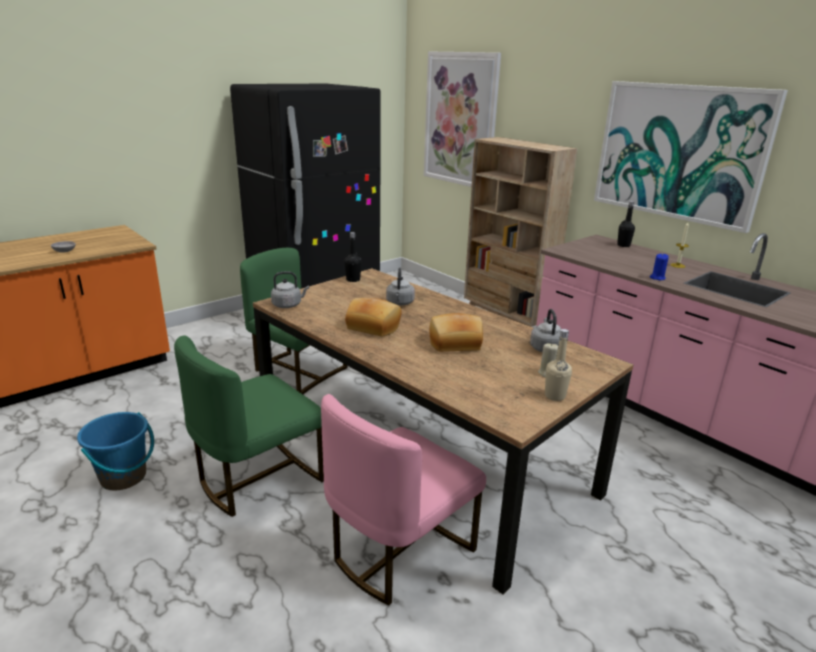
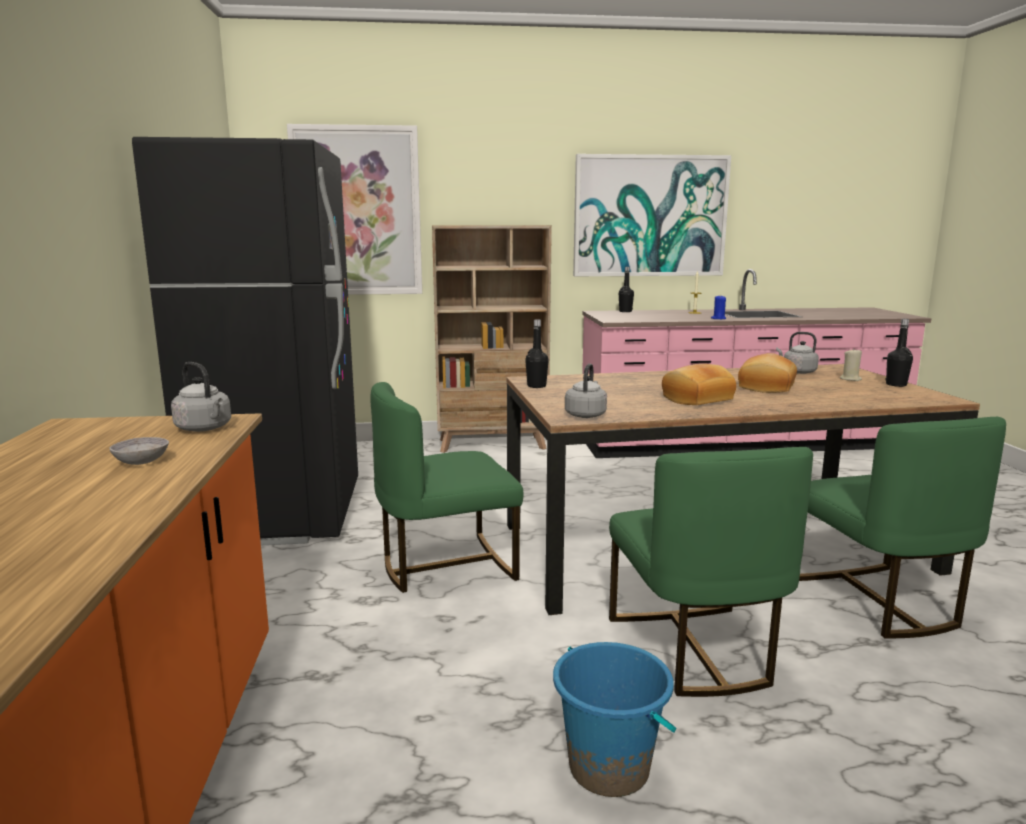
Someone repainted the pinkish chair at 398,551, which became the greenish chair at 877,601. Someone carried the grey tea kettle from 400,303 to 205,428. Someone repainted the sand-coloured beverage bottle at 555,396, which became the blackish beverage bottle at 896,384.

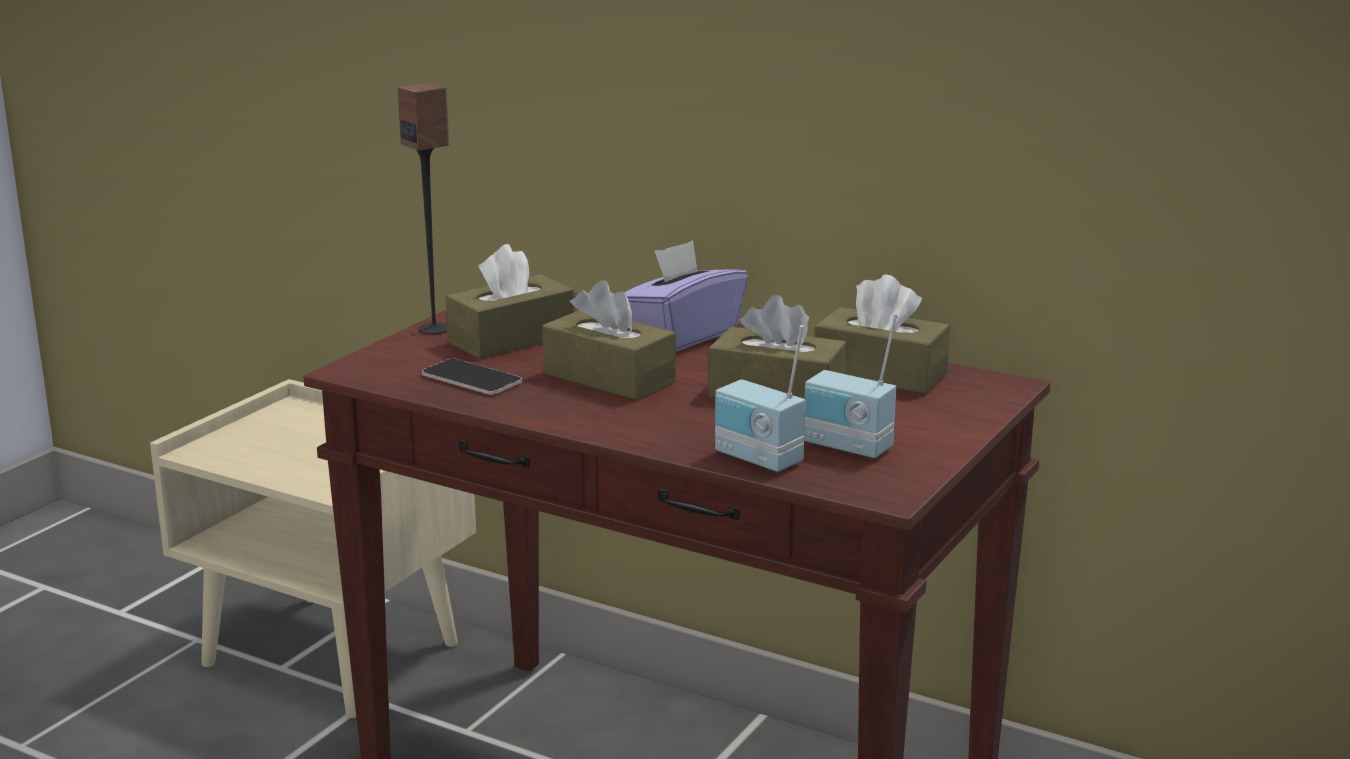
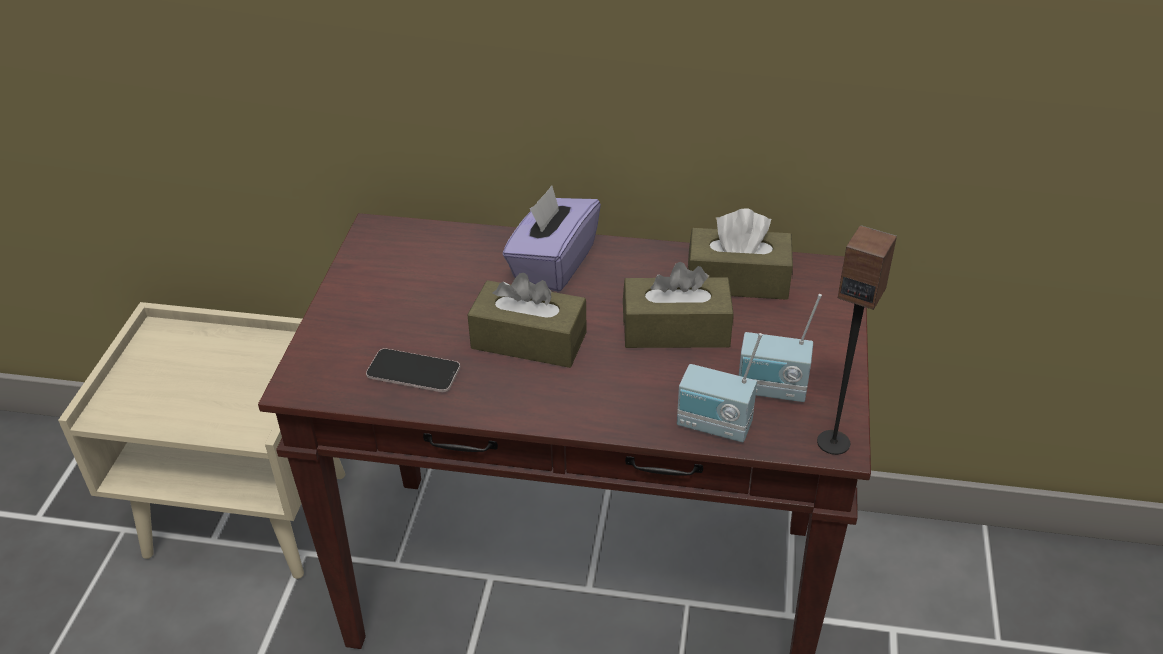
Someone carried the audio speaker from 435,329 to 834,442. Someone took away the brown tissue holder at 511,339.

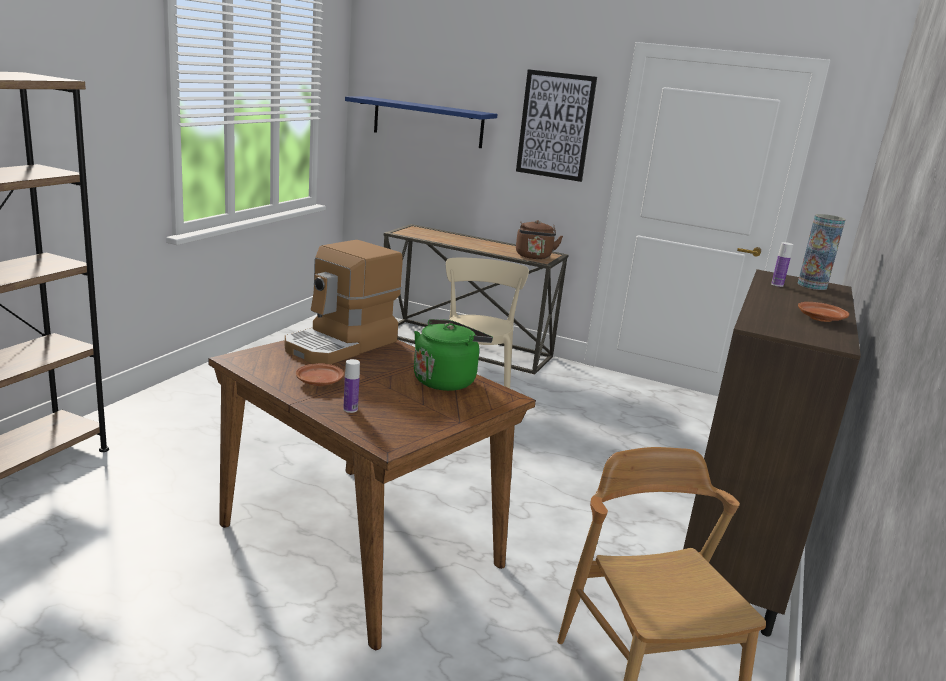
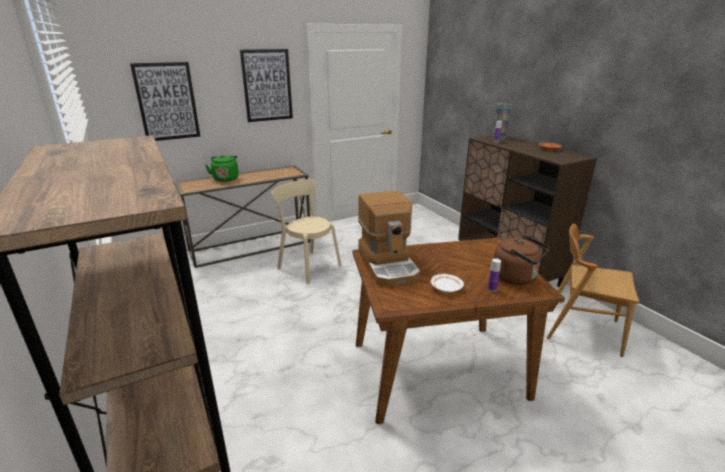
Someone repainted the brown dinner plate at 319,382, which became the whitish dinner plate at 445,288. Someone swapped the bluish wall shelf at 428,122 for the wall art at 167,102. Someone carried the greenish tea kettle from 446,380 to 226,178. Someone carried the brown tea kettle from 534,257 to 517,278.

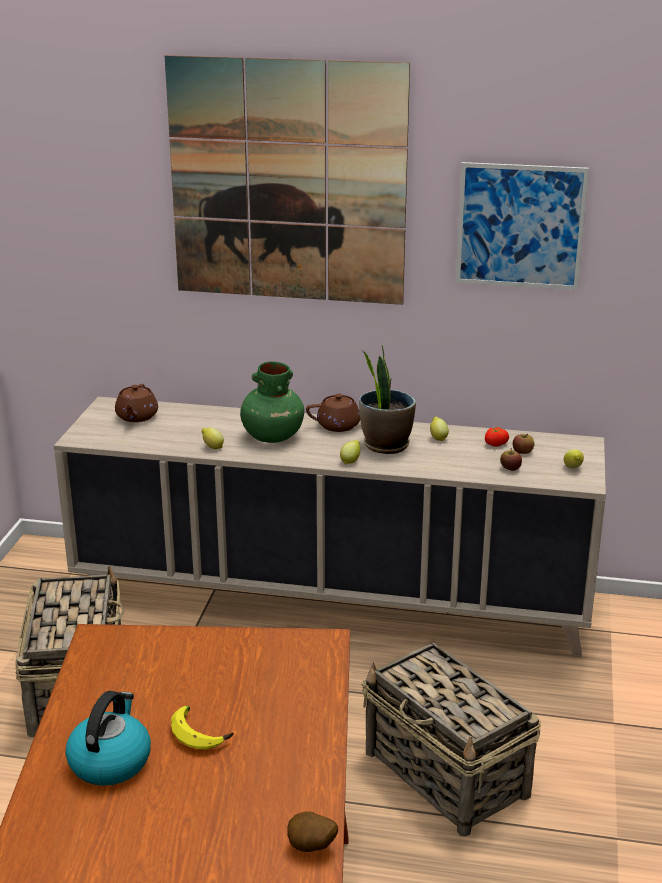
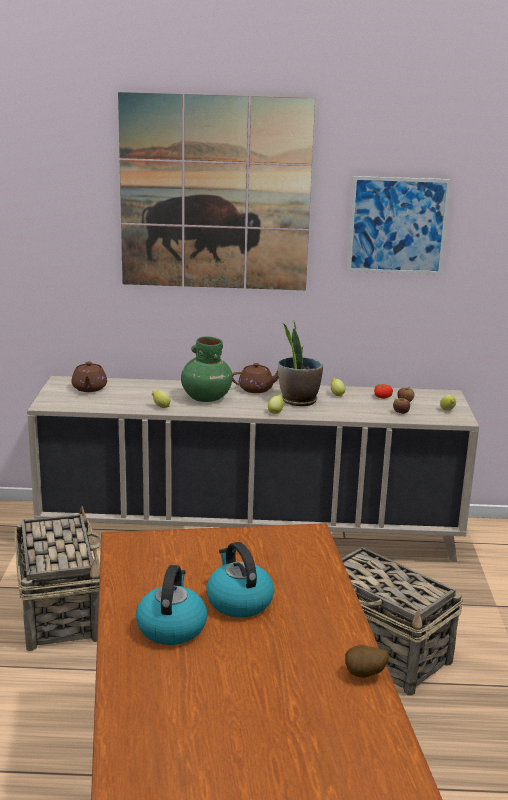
Someone swapped the banana fruit at 201,733 for the tea kettle at 238,601.

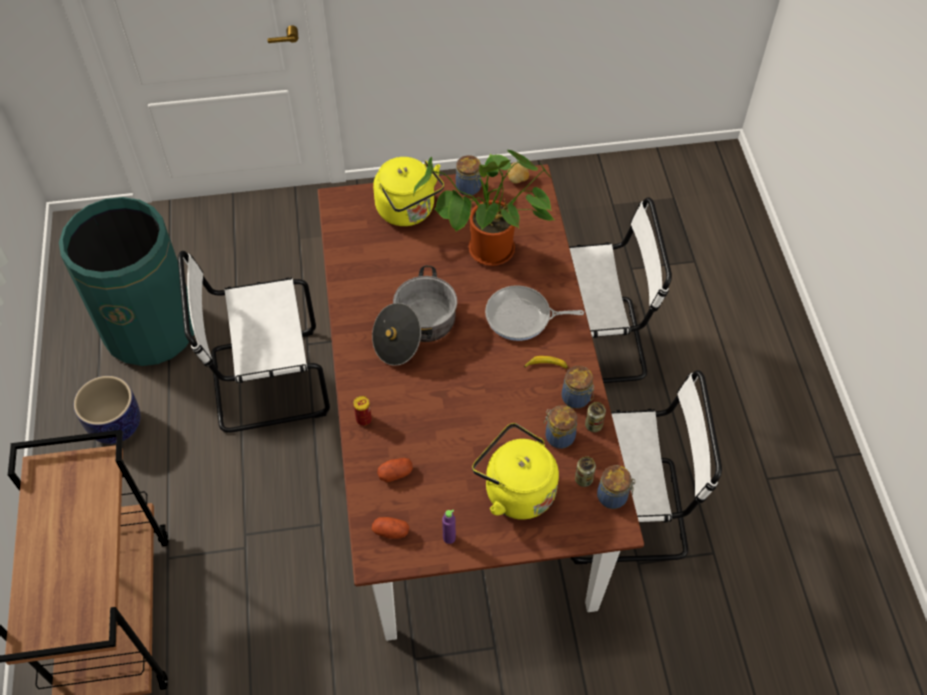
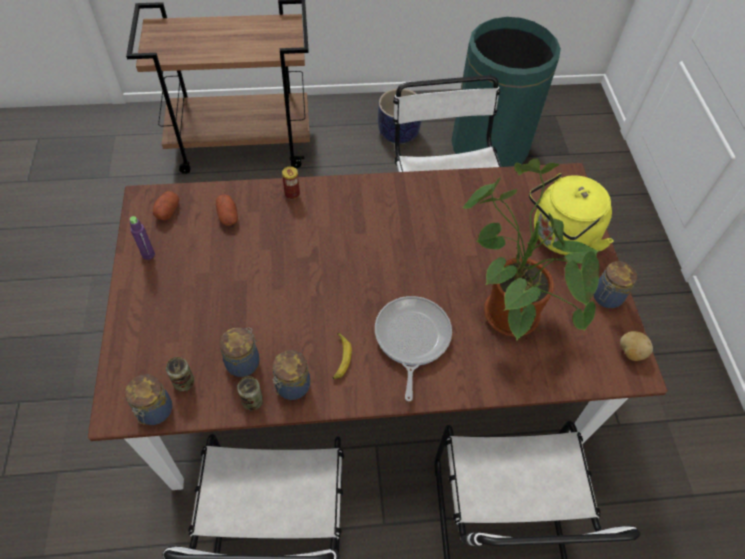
Someone took away the stockpot at 415,330. Someone took away the yellow-coloured tea kettle at 515,490.

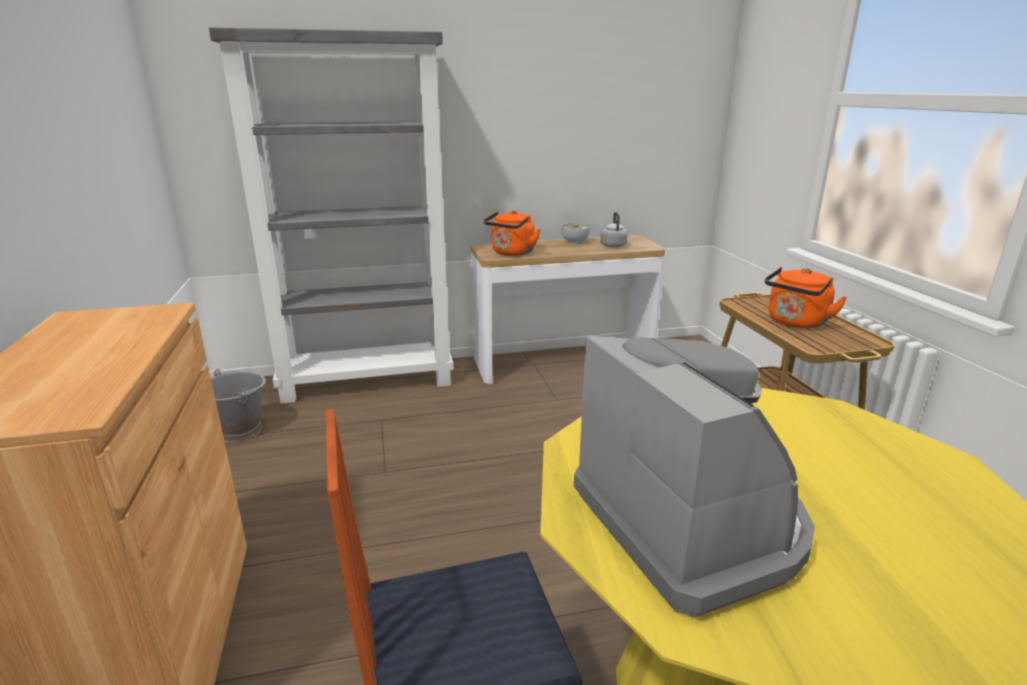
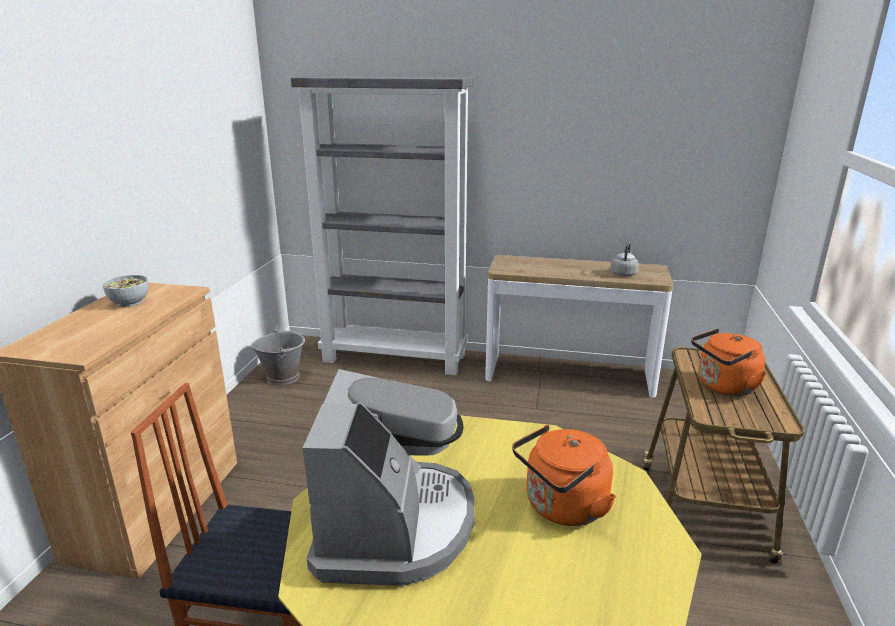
Someone carried the orangey tea kettle from 512,253 to 562,508. Someone carried the serving bowl from 575,241 to 130,302.

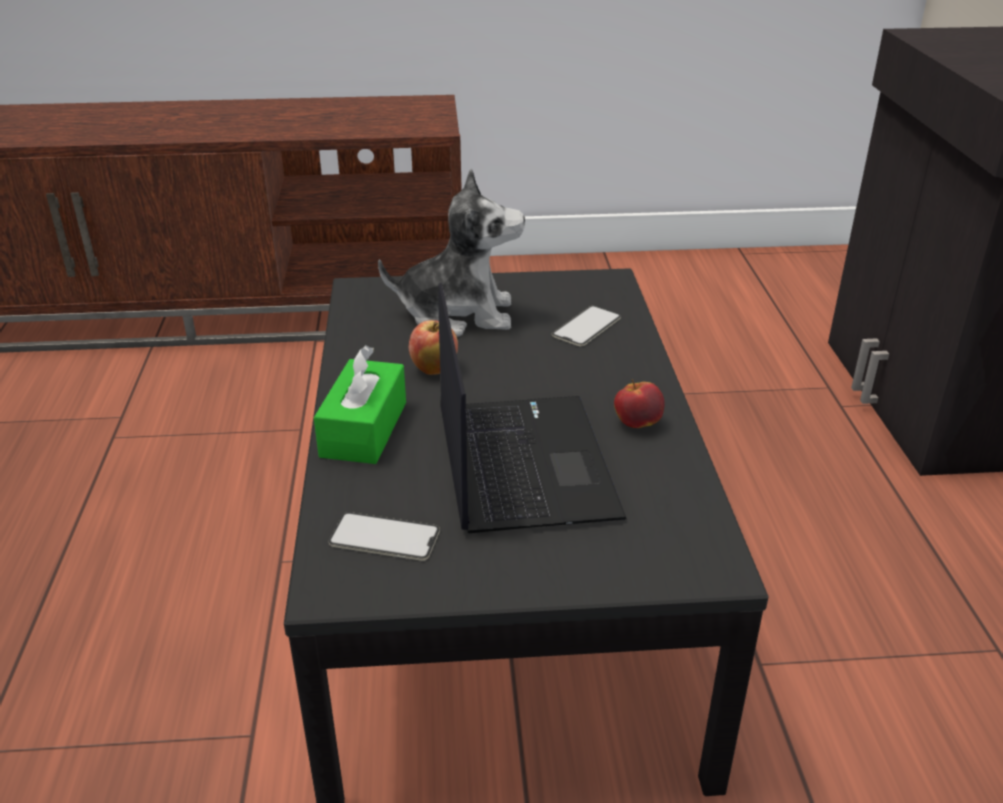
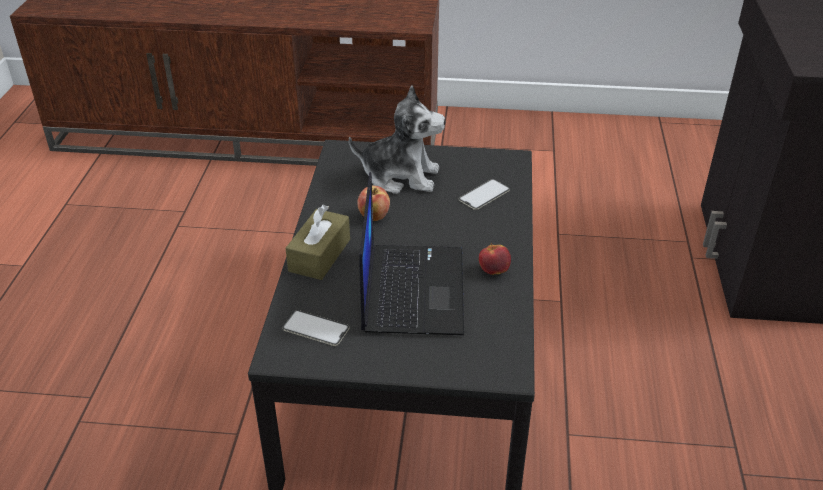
Someone repainted the greenish tissue holder at 364,429, which became the brown tissue holder at 319,255.

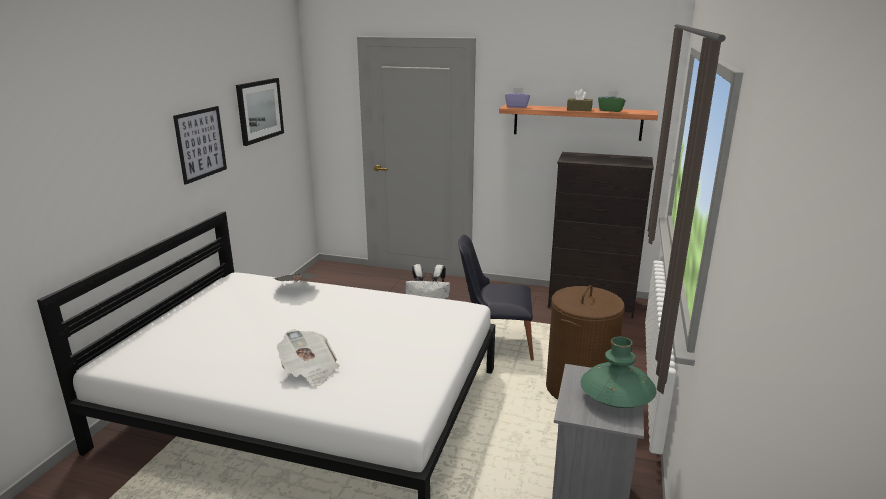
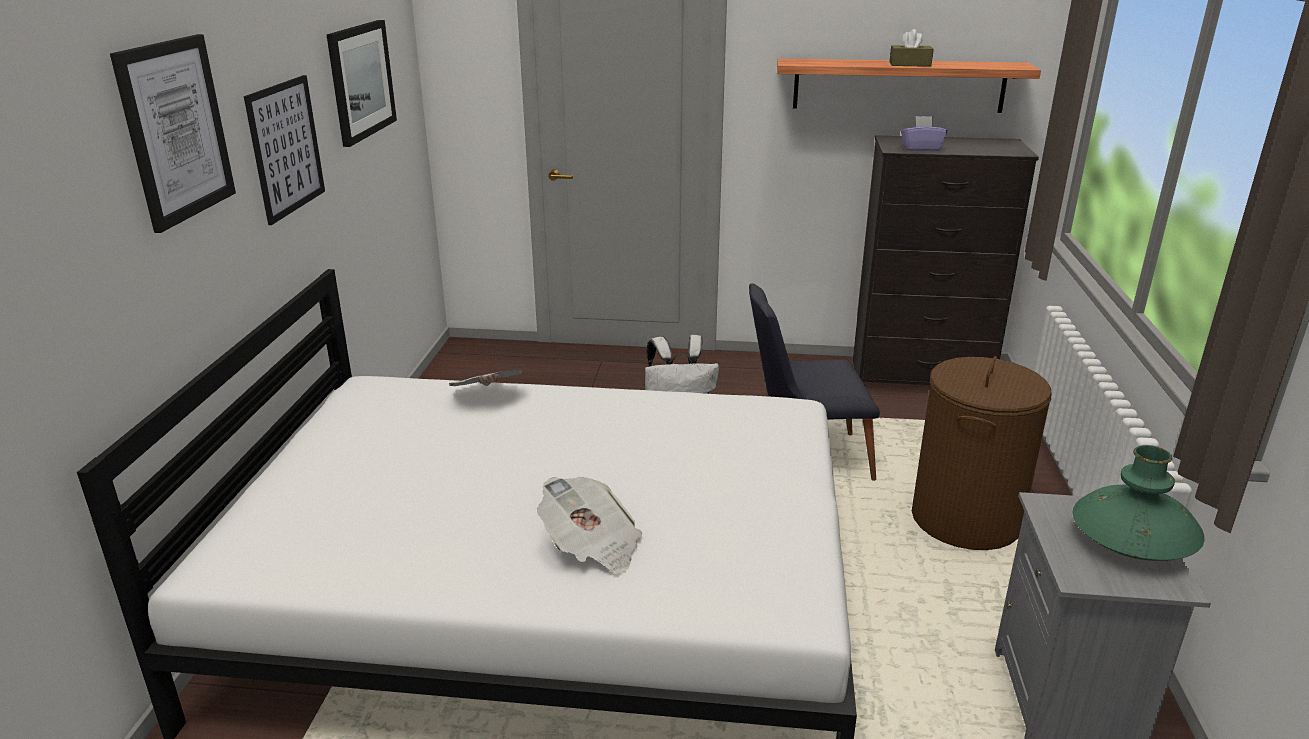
Someone carried the purple tissue holder from 517,106 to 921,149. Someone took away the greenish tissue holder at 610,110. Someone put up the wall art at 176,130.

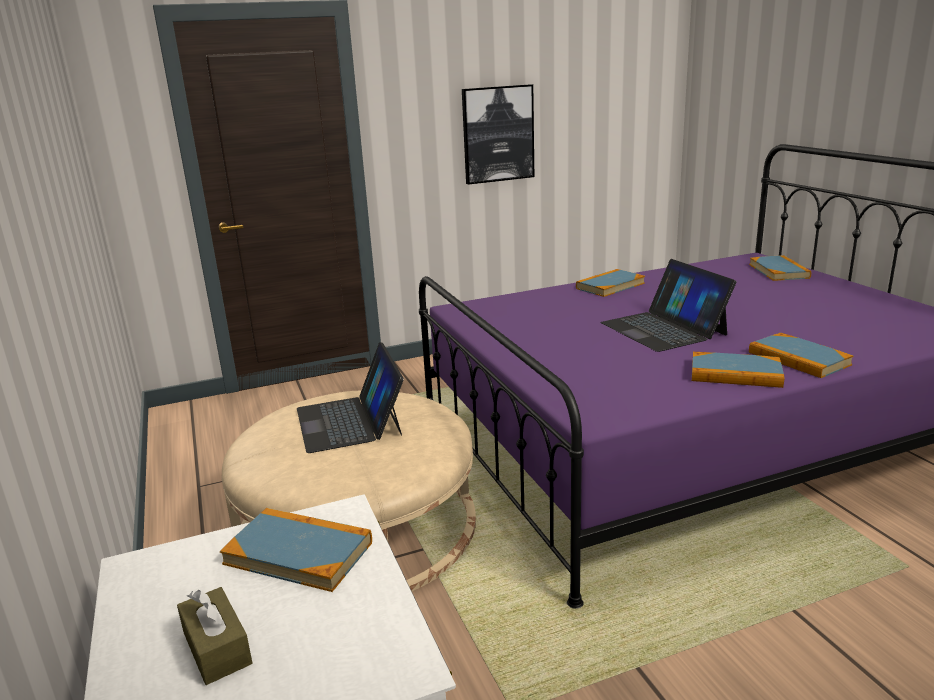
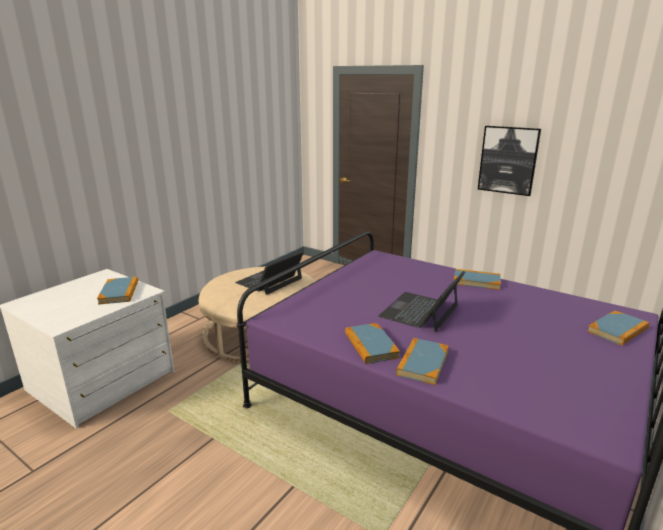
Someone took away the brown tissue holder at 217,648.

